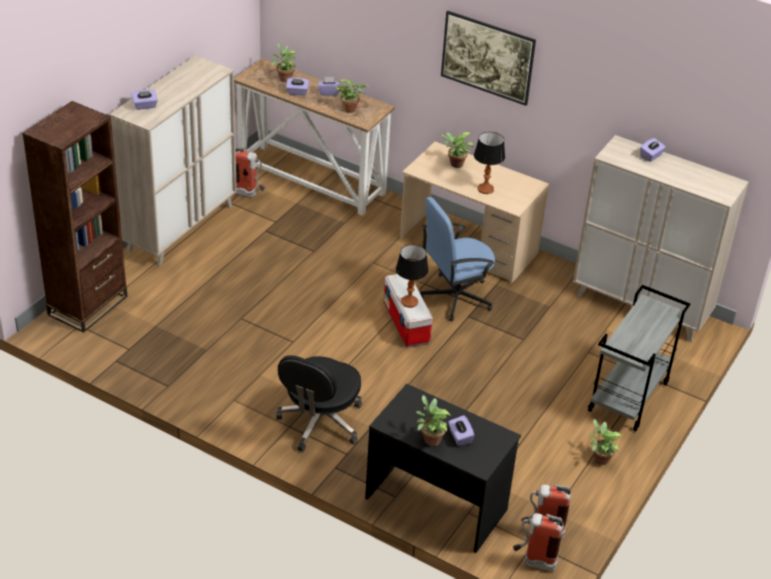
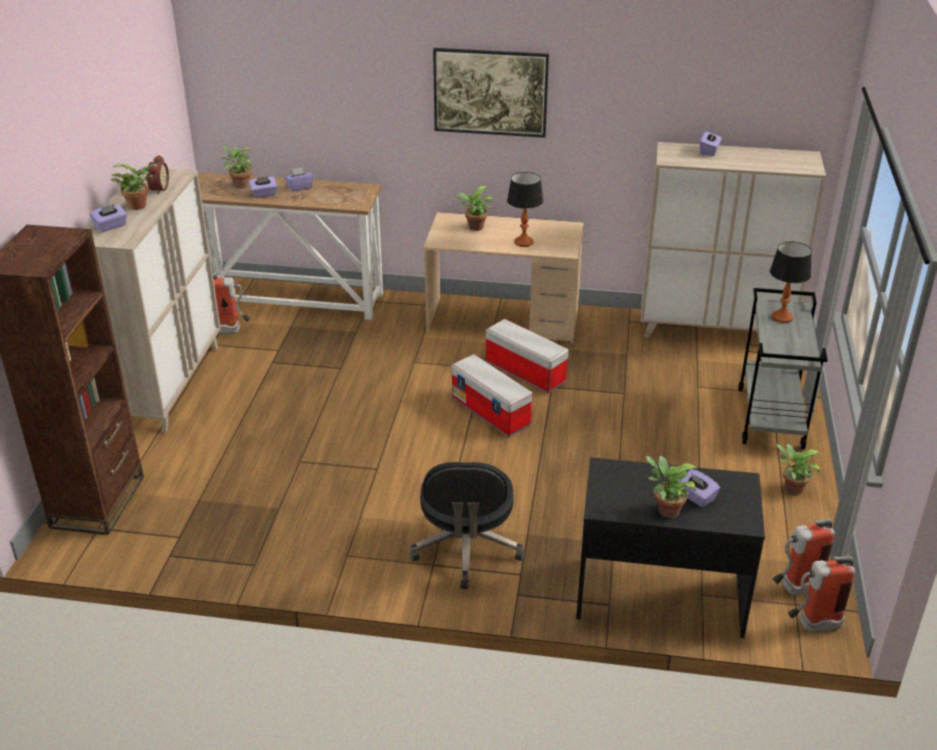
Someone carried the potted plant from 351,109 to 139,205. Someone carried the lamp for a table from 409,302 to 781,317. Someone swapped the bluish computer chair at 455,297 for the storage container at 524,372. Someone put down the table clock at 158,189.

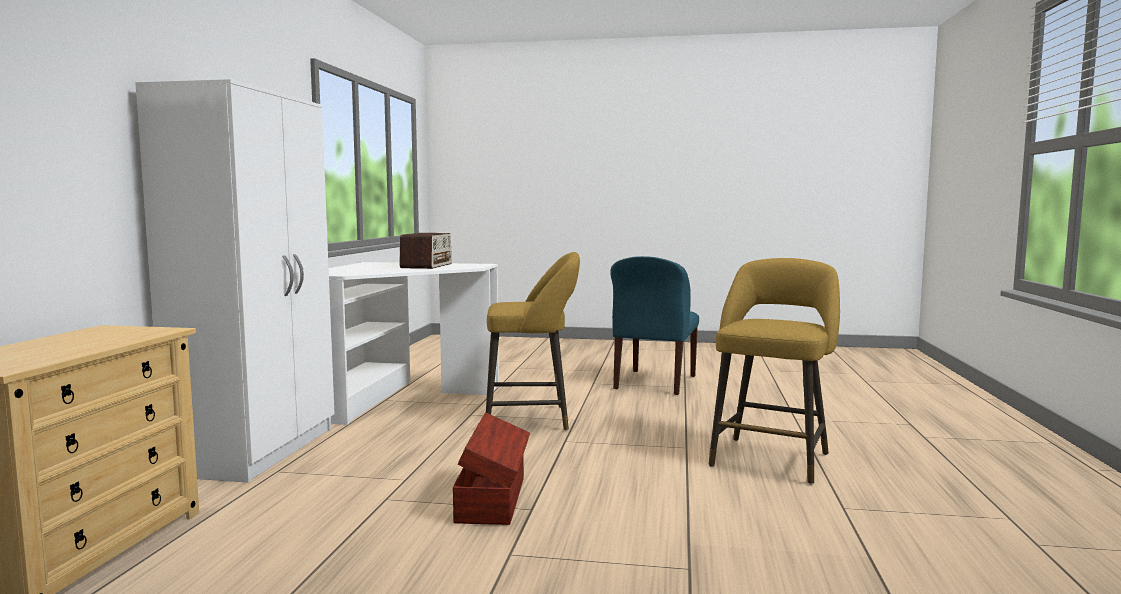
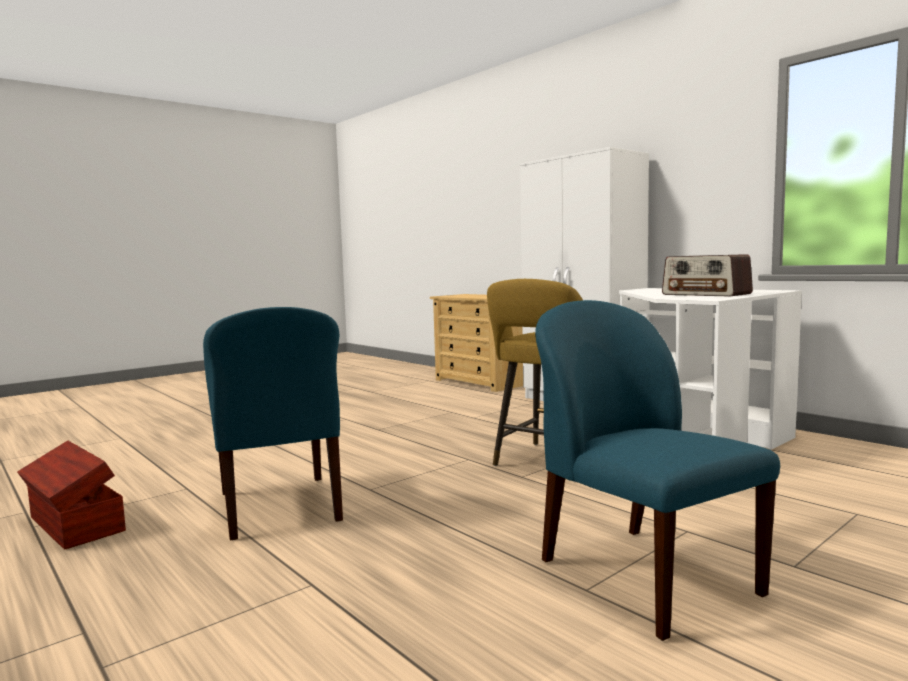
Someone carried the brown storage container from 493,499 to 75,525. Someone swapped the yellow-coloured stool seat at 771,458 for the bluish chair at 280,508.

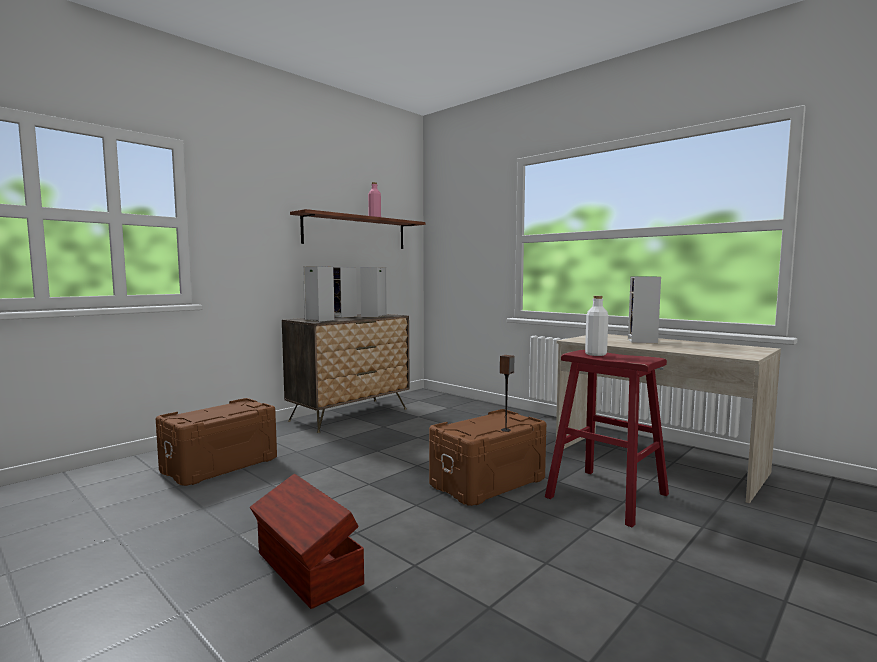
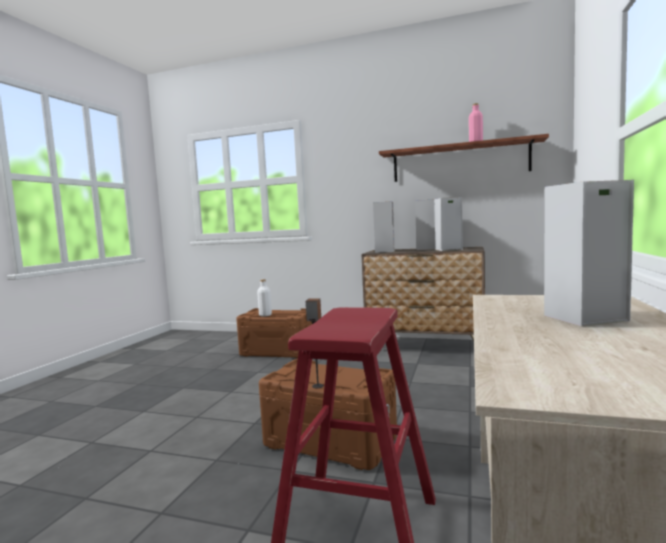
Someone took away the brown storage container at 307,569. Someone carried the whitish beverage bottle from 595,354 to 265,315.

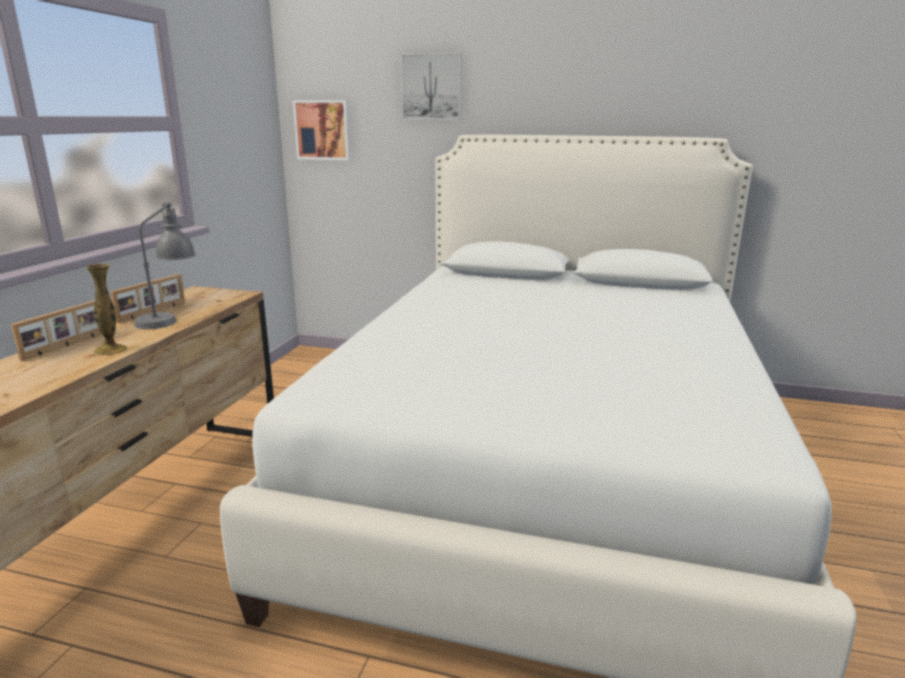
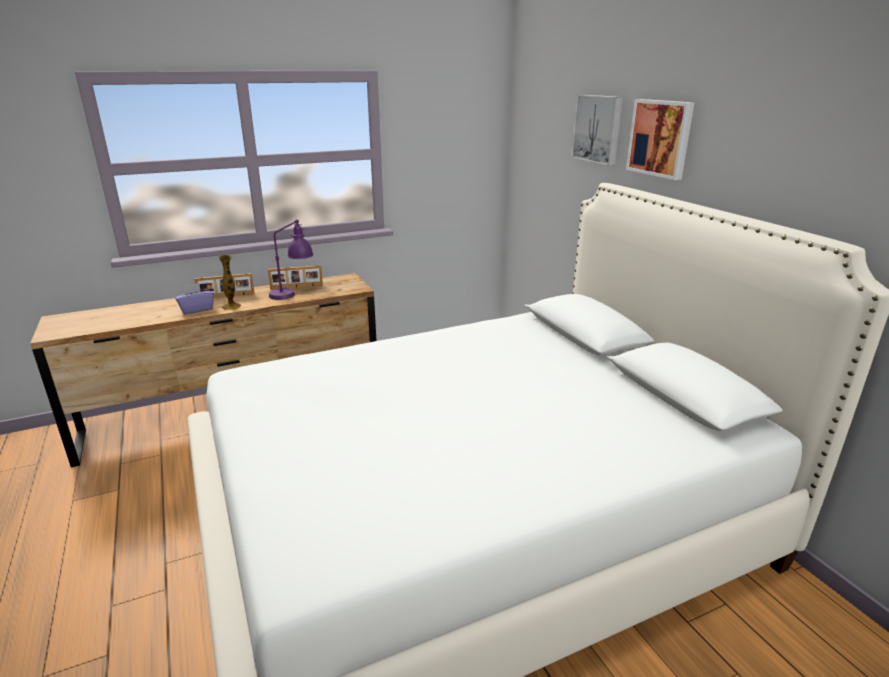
Someone repainted the grey lamp for a table at 170,318, which became the purple lamp for a table at 293,294. Someone carried the wall art from 323,130 to 661,138. Someone put down the purple tissue holder at 196,309.

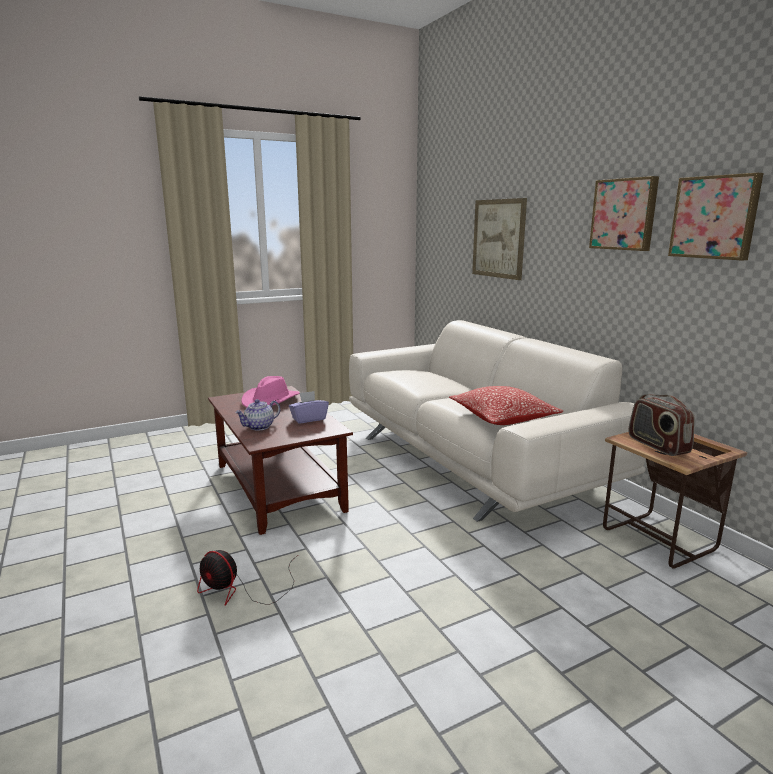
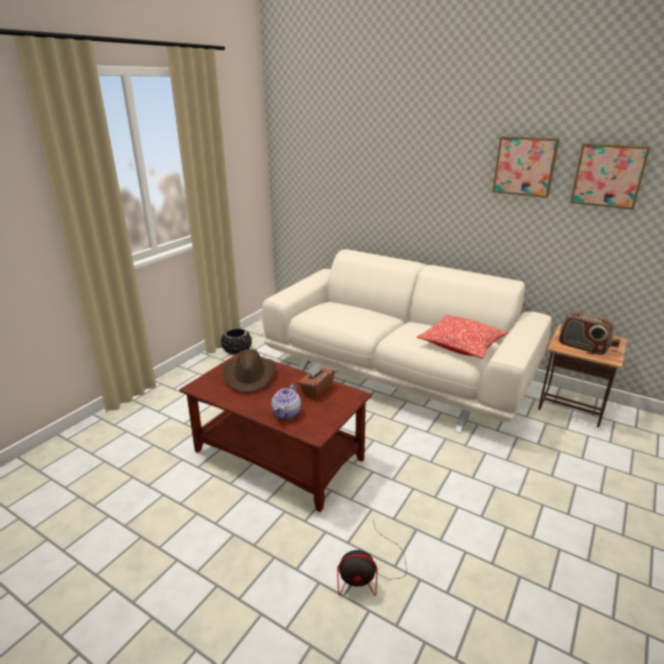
Someone repainted the pinkish clothing hat at 270,400, which became the brown clothing hat at 250,376. Someone repainted the purple tissue holder at 309,419, which became the brown tissue holder at 316,389. Someone took away the wall art at 498,238. Someone put down the blackish planter at 237,351.

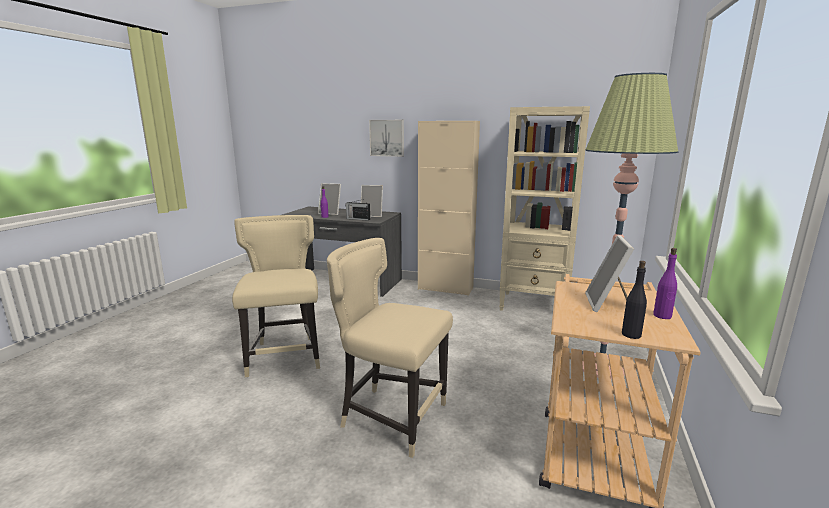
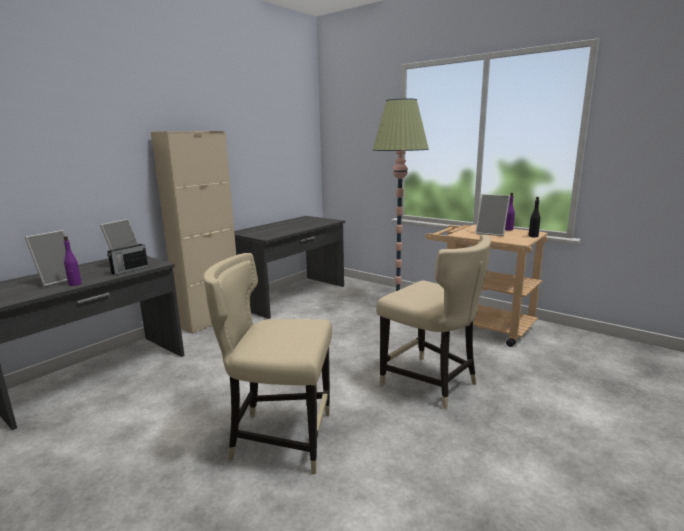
Someone rotated the sand-coloured chair at 391,417 by 90 degrees counterclockwise. Someone took away the wall art at 387,138. Someone swapped the sand-coloured shelving unit at 534,305 for the grey desk unit at 292,296.

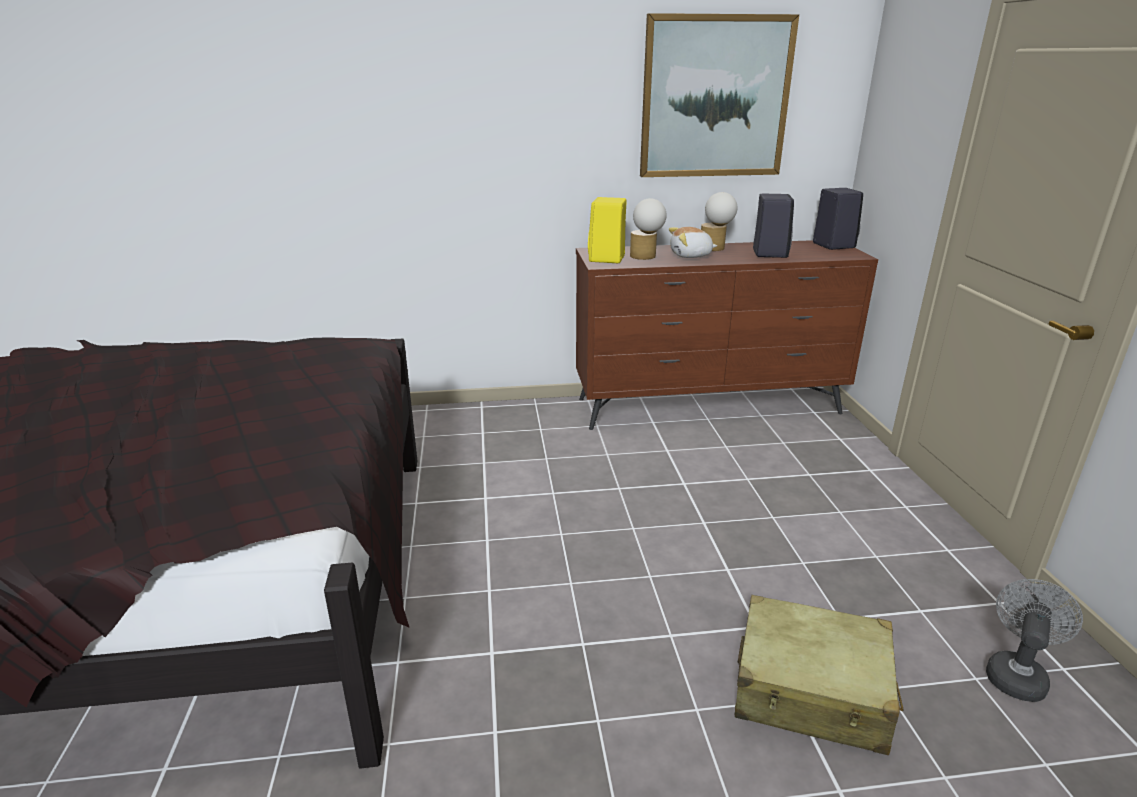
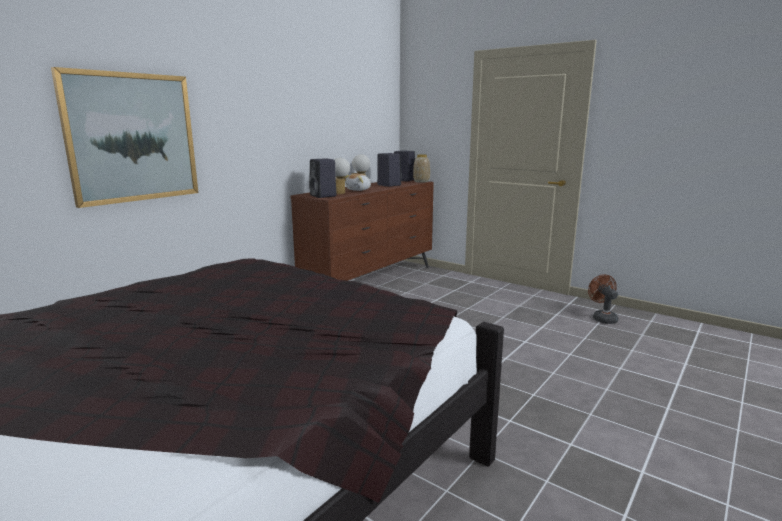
Someone repainted the yellow-coloured audio speaker at 607,259, which became the blackish audio speaker at 323,196. Someone carried the wall art from 715,98 to 132,138. Someone took away the sand-coloured travel case at 811,690. Someone repainted the grey fan at 1016,673, which became the brown fan at 602,318. Someone put down the decorative vase at 421,181.

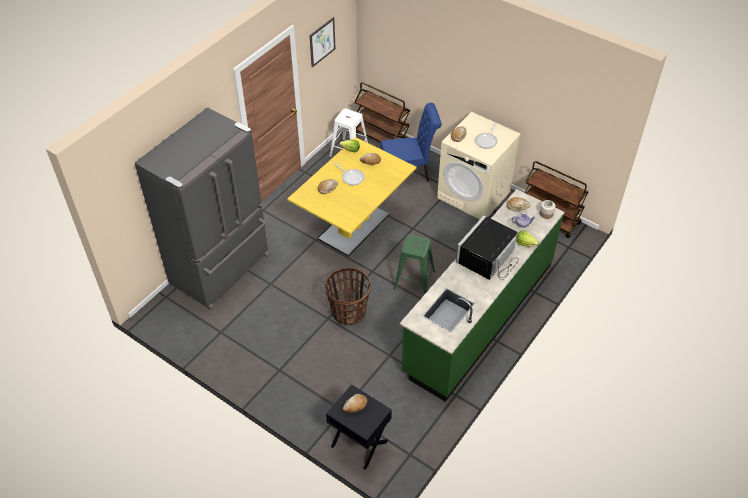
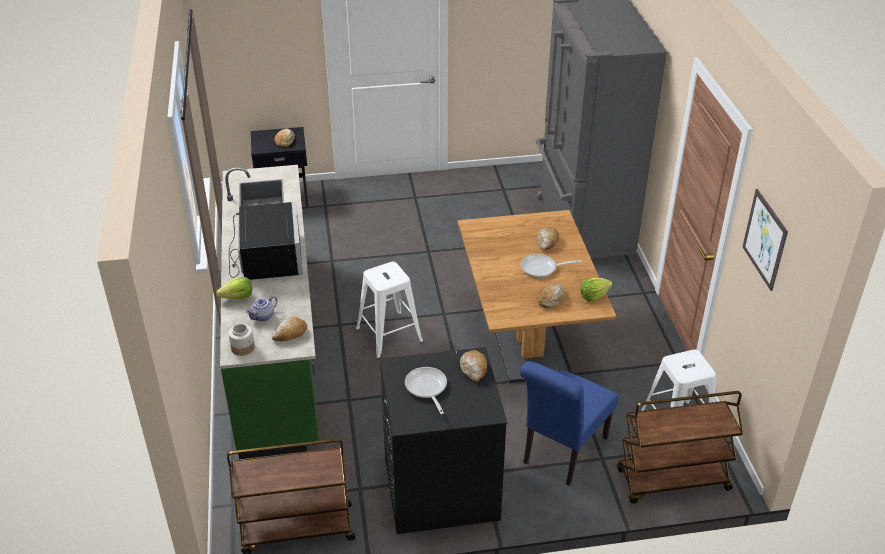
Someone repainted the yellow-coloured dinner table at 354,227, which became the brown dinner table at 527,342. Someone took away the basket at 348,312. Someone repainted the greenish stool seat at 414,280, which became the whitish stool seat at 388,335. Someone repainted the sand-coloured laundry machine at 474,195, which became the blackish laundry machine at 440,488.

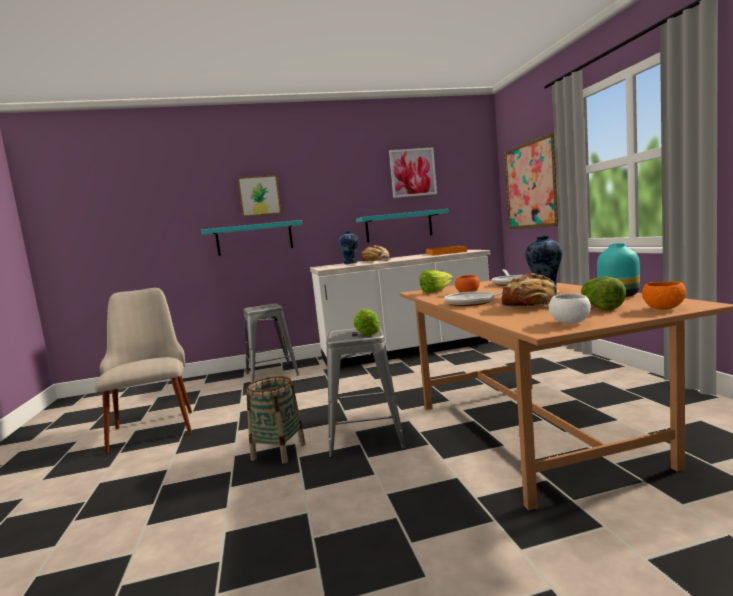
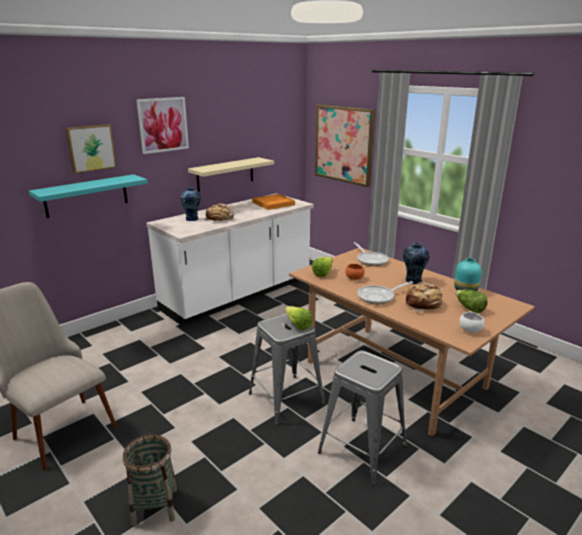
Someone carried the grey stool seat from 272,374 to 363,449. Someone carried the basket from 278,452 to 154,506. Someone repainted the turquoise-coloured wall shelf at 399,226, which became the sand-coloured wall shelf at 225,174. Someone carried the wall art from 412,172 to 163,125. Someone took away the orangey serving bowl at 663,308.

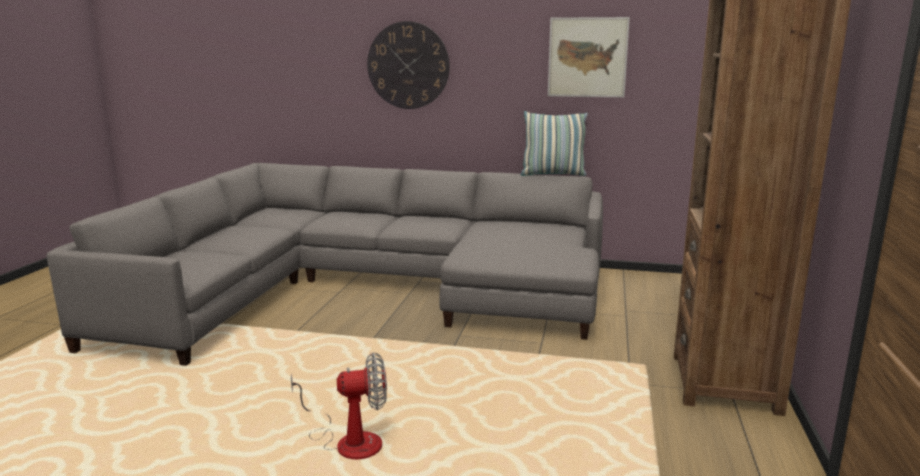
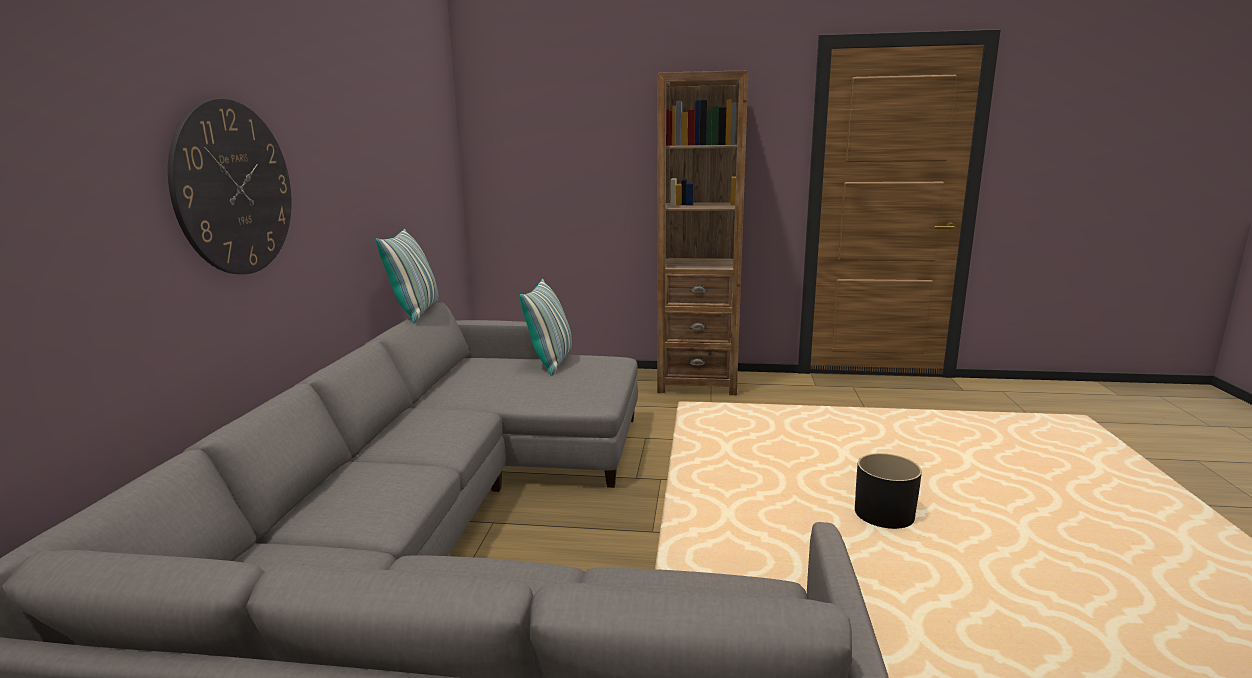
Someone swapped the fan at 348,441 for the blackish planter at 884,515. Someone took away the wall art at 587,57. Someone put down the pillow at 551,362.

